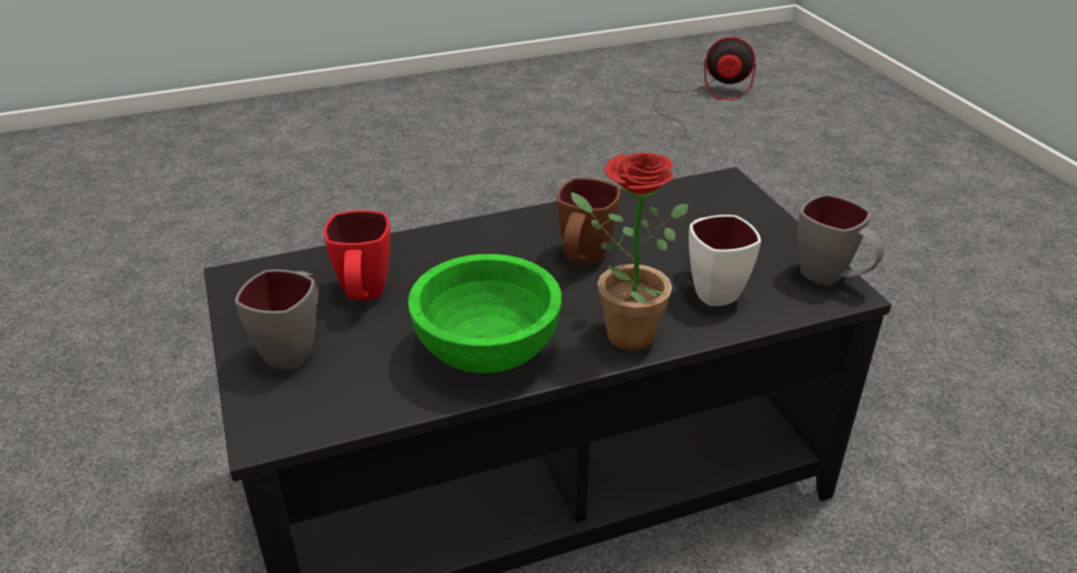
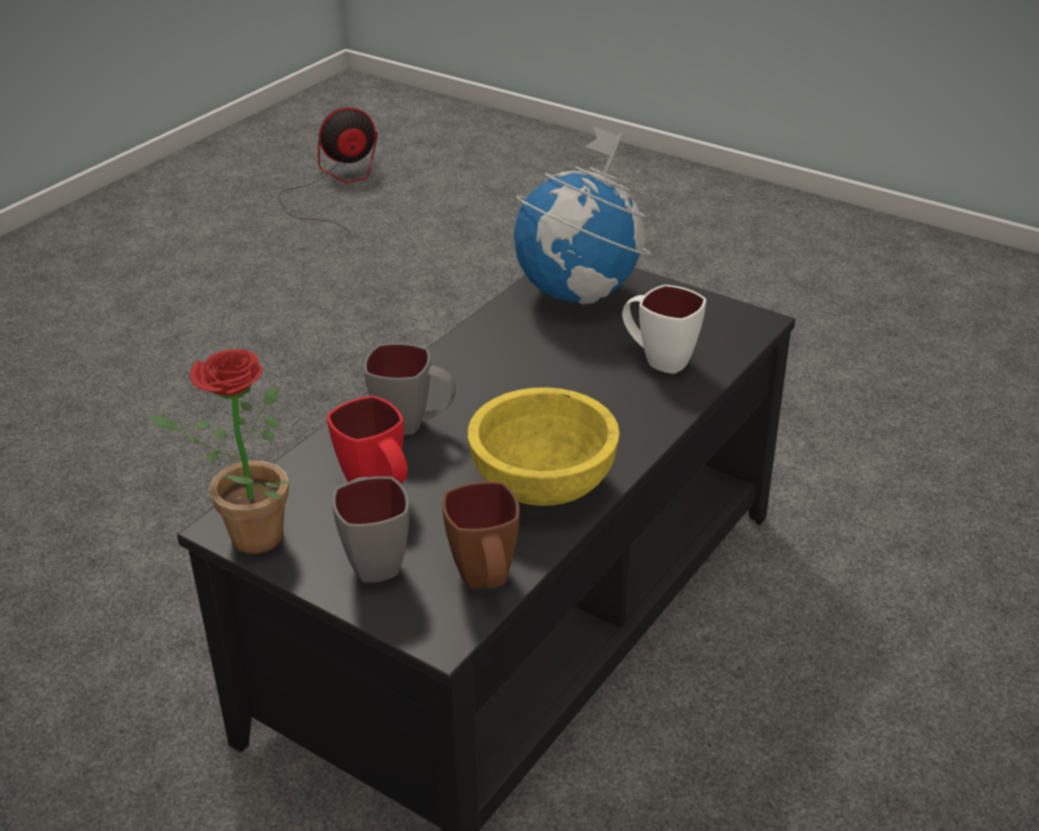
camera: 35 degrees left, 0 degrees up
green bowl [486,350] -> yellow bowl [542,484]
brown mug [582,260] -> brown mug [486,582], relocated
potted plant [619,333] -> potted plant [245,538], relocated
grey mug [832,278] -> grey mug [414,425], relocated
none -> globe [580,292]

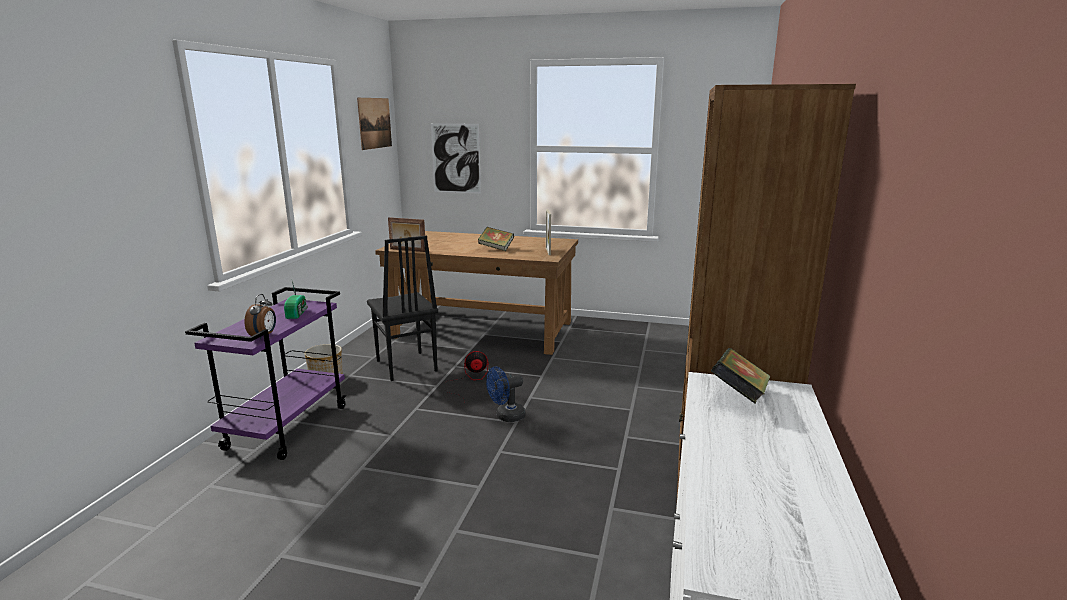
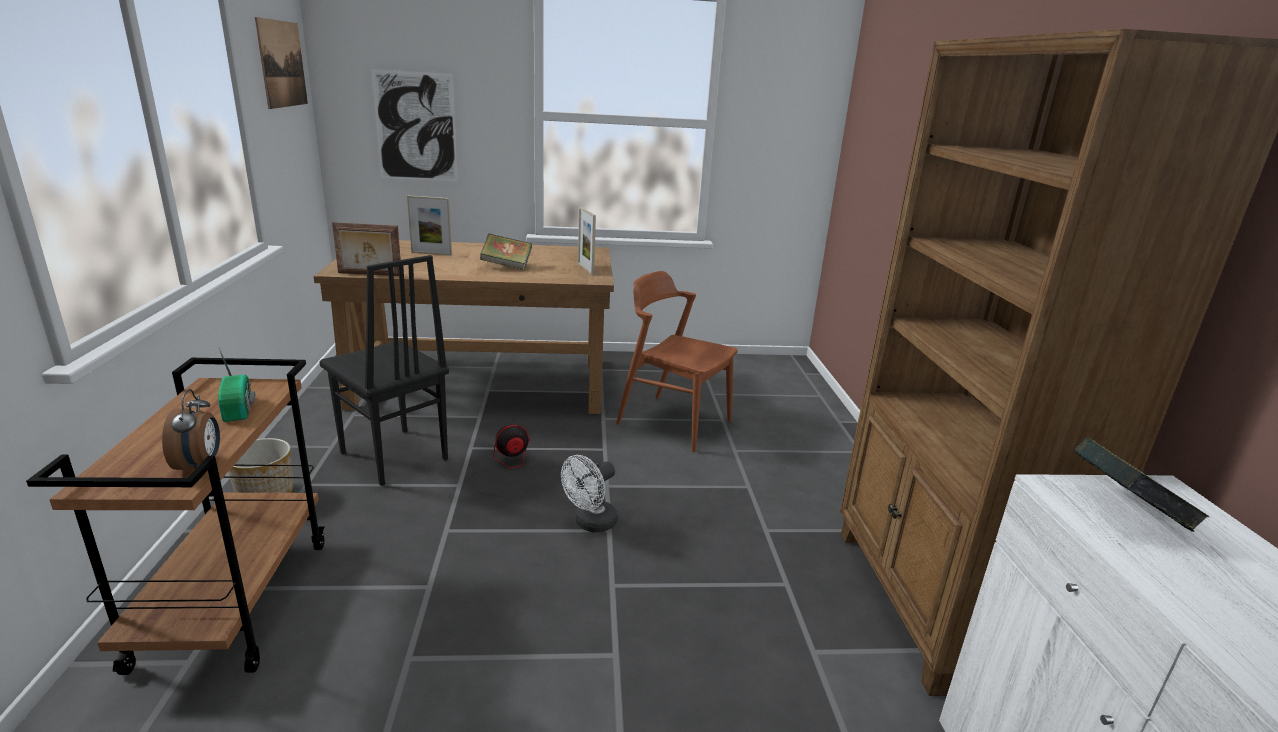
camera: 20 degrees left, 5 degrees up
purple cart [287,426] -> brown cart [234,601]
blue fan [506,417] -> white fan [590,524]
none -> picture frame [431,253]
none -> brown chair [673,422]

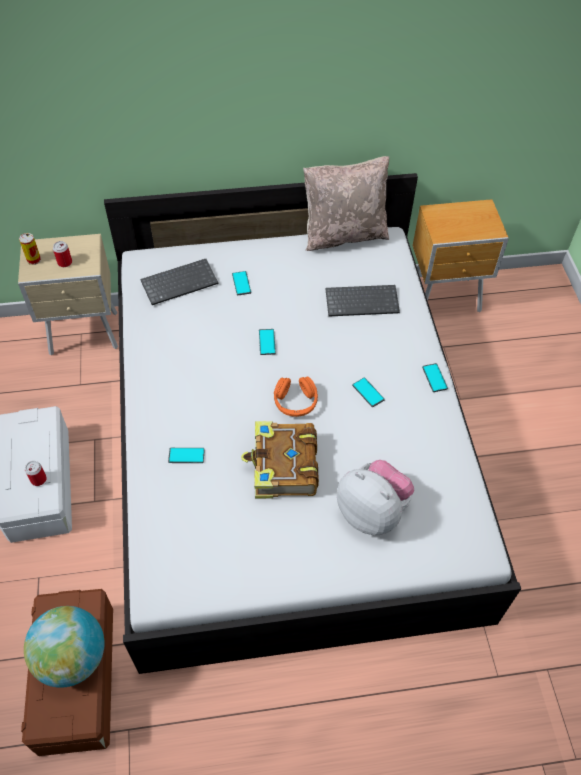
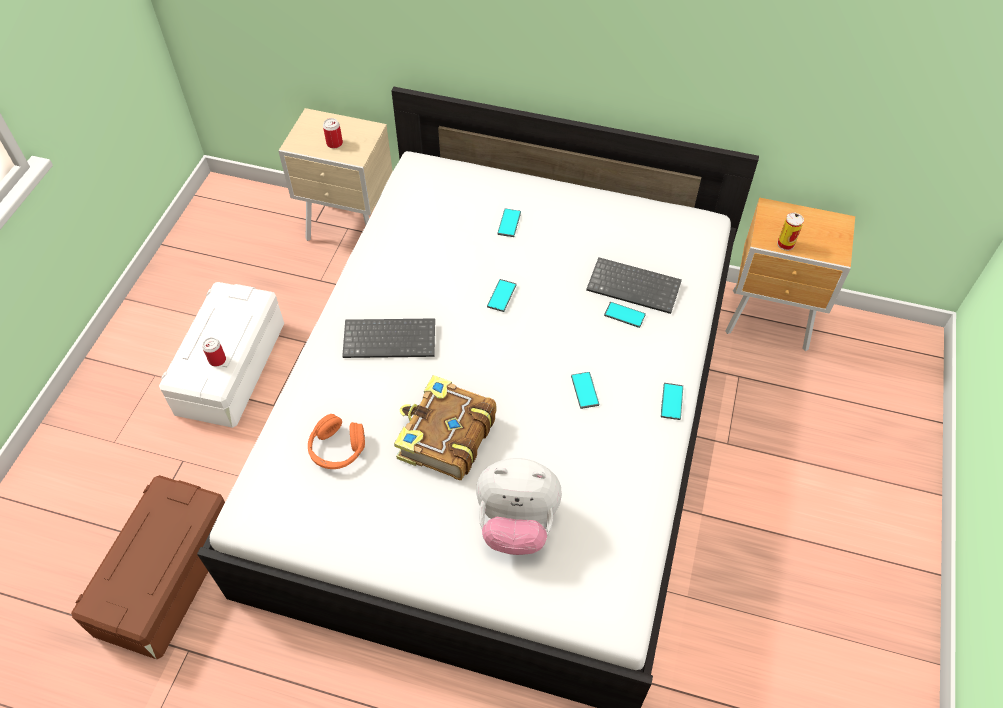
camera: 25 degrees right, 0 degrees up
can [34,259] -> can [785,244], relocated
globe [72,657] -> none
keyboard [180,282] -> keyboard [391,338], relocated
phone [186,456] -> phone [624,315], relocated
orange headphones [295,402] -> orange headphones [337,449], relocated
beige pillow [344,234] -> none
plush toy [372,511] -> plush toy [516,523], 120 degrees clockwise

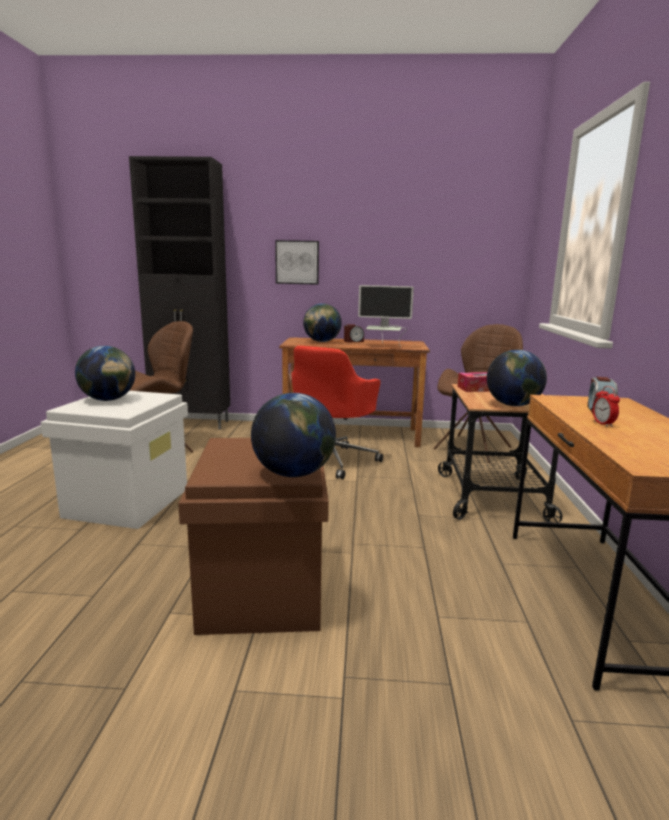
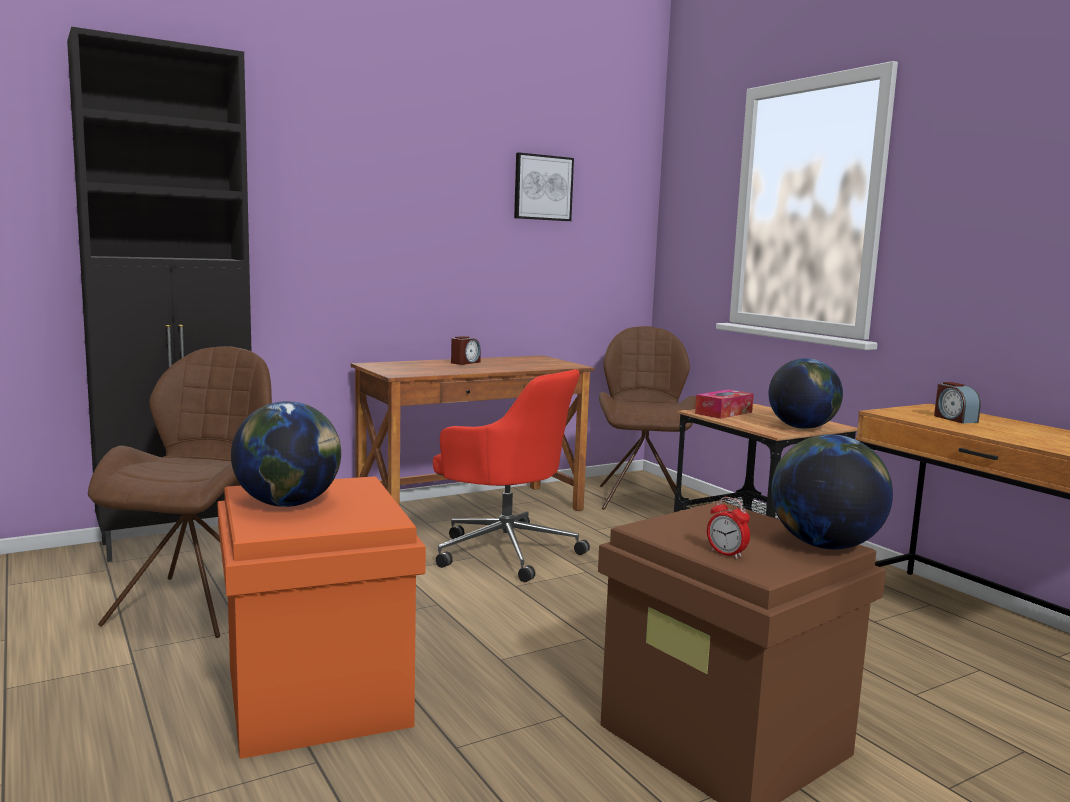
camera: 35 degrees left, 5 degrees down
white storage box [128,502] -> orange storage box [315,694]
picture [297,262] -> picture [542,187], relocated
red office chair [331,459] -> red office chair [505,551], 45 degrees counterclockwise
globe [322,341] -> none
monitor [383,346] -> none
alarm clock [603,424] -> alarm clock [726,554], relocated

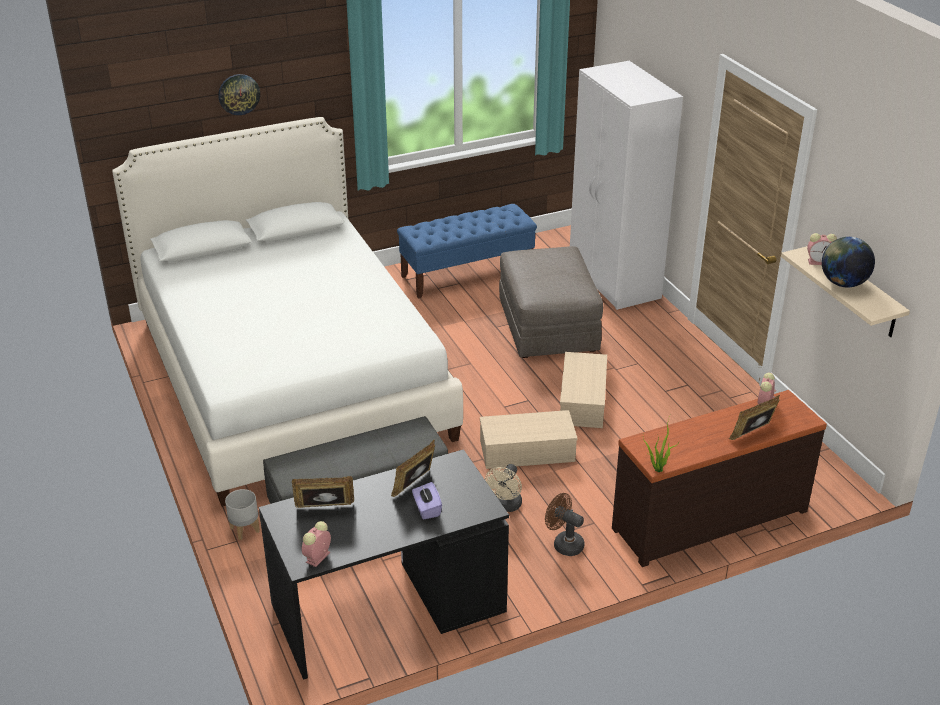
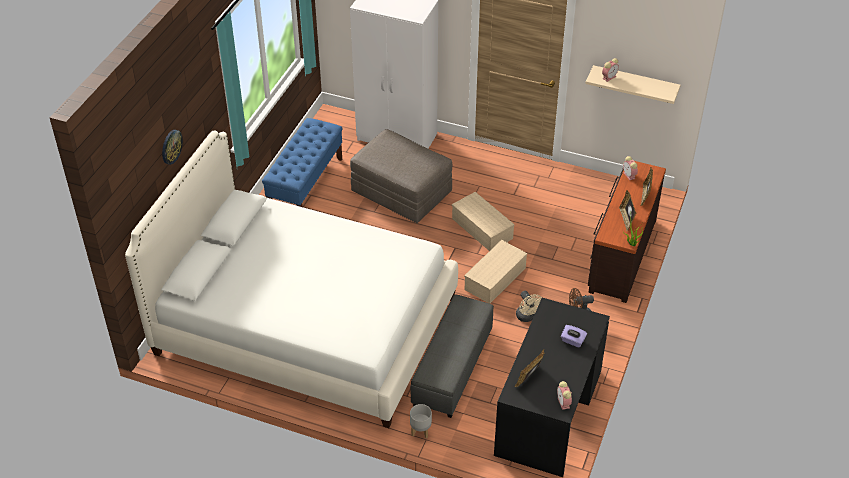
camera: 45 degrees left, 10 degrees up
picture frame [415,485] -> picture frame [626,219], relocated
globe [843,283] -> none

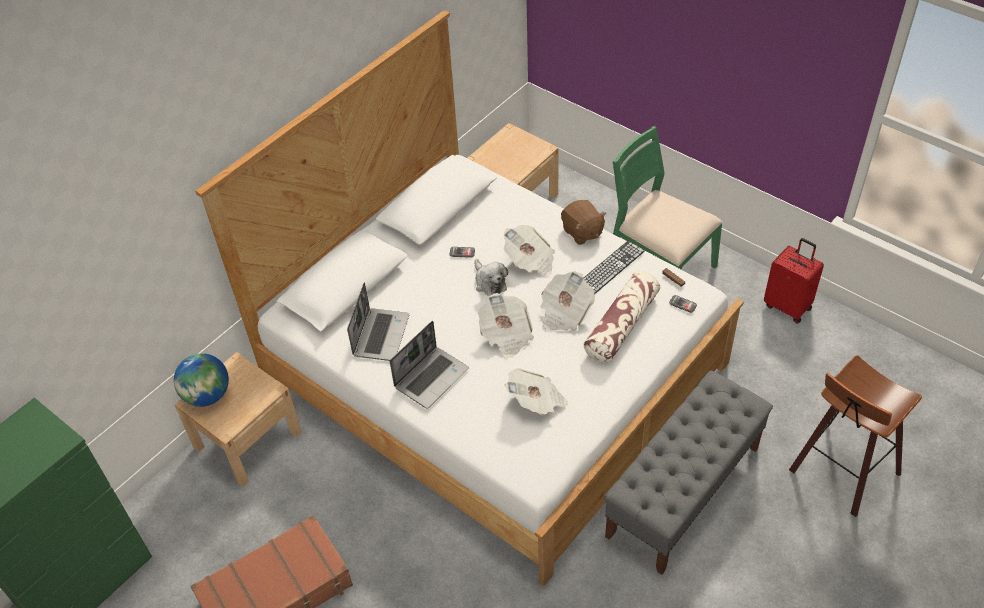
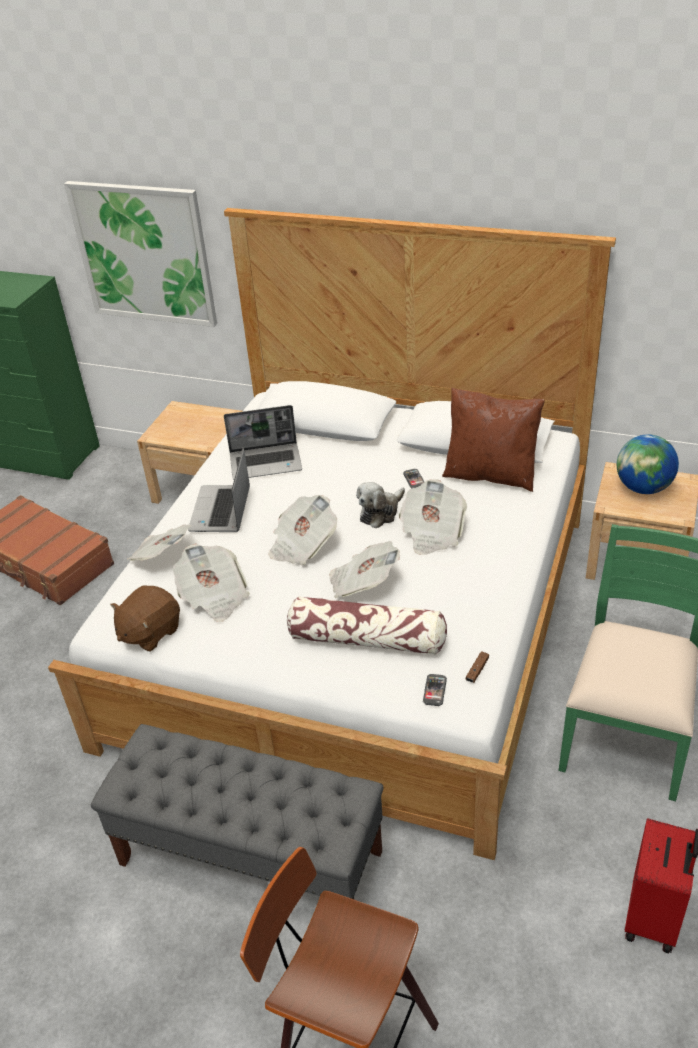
camera: 70 degrees right, 10 degrees down
globe [207,395] -> globe [643,488], relocated
laptop [431,377] -> laptop [221,511], 75 degrees clockwise
brown plush toy [582,232] -> brown plush toy [149,632], relocated
keyboard [610,267] -> none
none -> picture [144,254]
none -> newspaper [162,556]
none -> brown pillow [491,474]

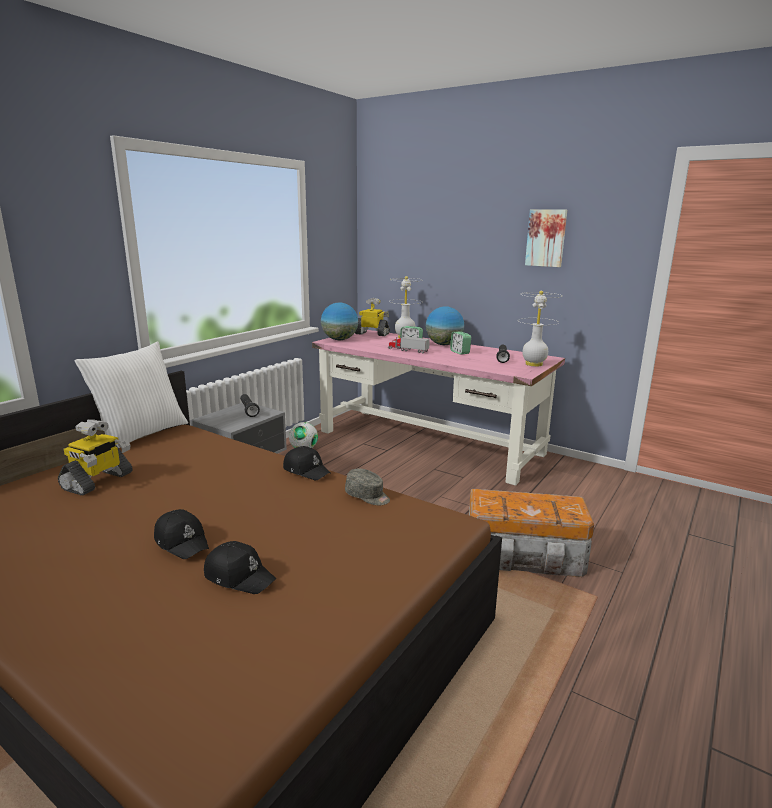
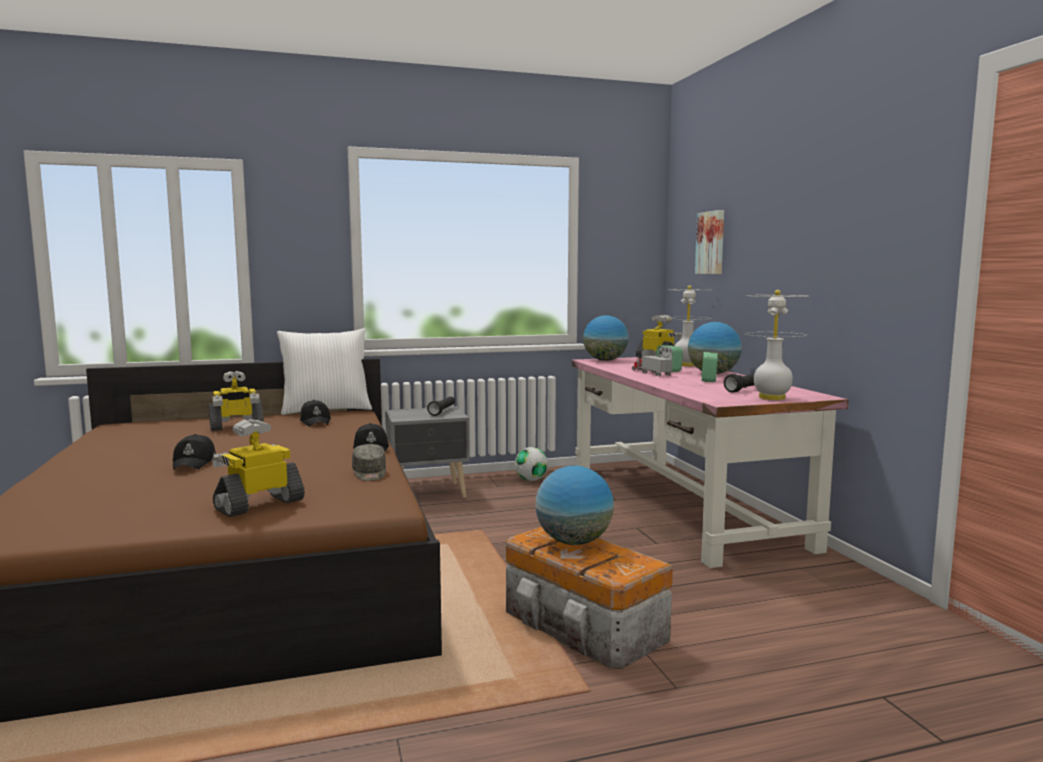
camera: 40 degrees right, 10 degrees down
black cap [239,576] -> black cap [315,422], relocated
picture [546,238] -> picture [711,243], relocated
none -> toy robot [259,504]
none -> globe [573,542]

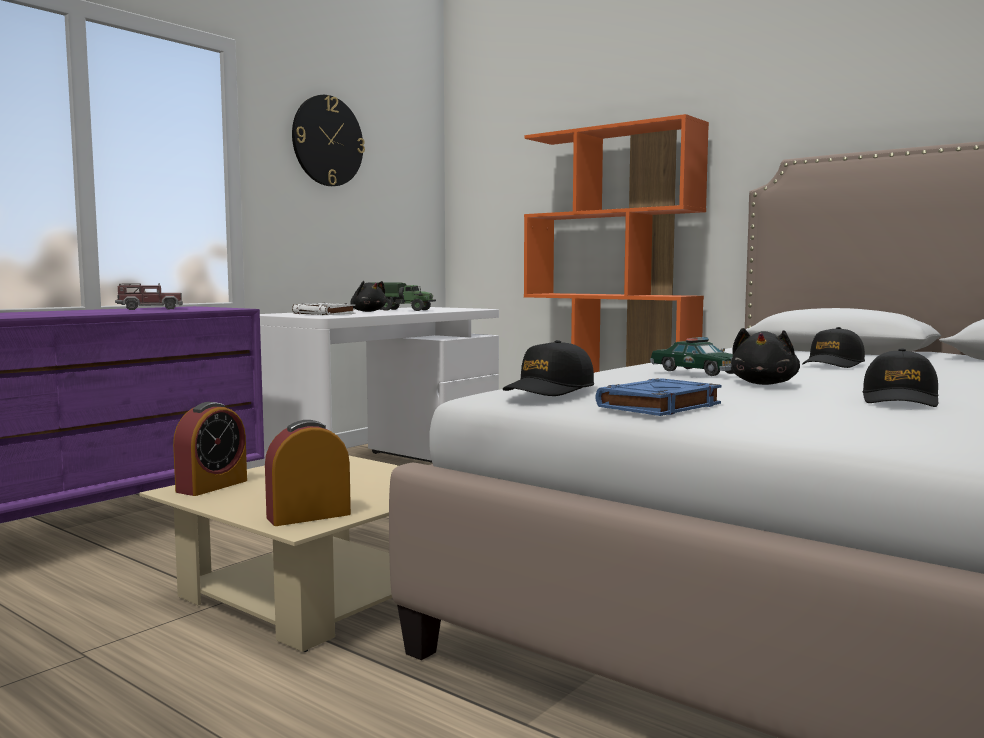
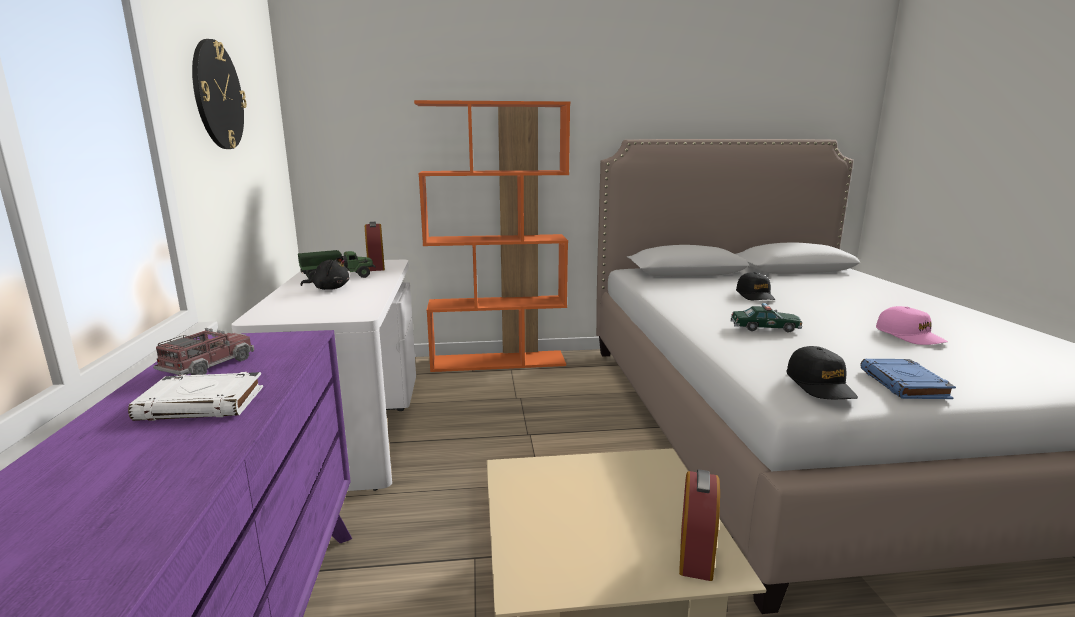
camera: 45 degrees left, 10 degrees up
alarm clock [212,486] -> alarm clock [376,267], relocated
white book [324,314] -> white book [203,404], relocated
black plush toy [764,384] -> none
black cap [900,400] -> pink cap [909,336]

